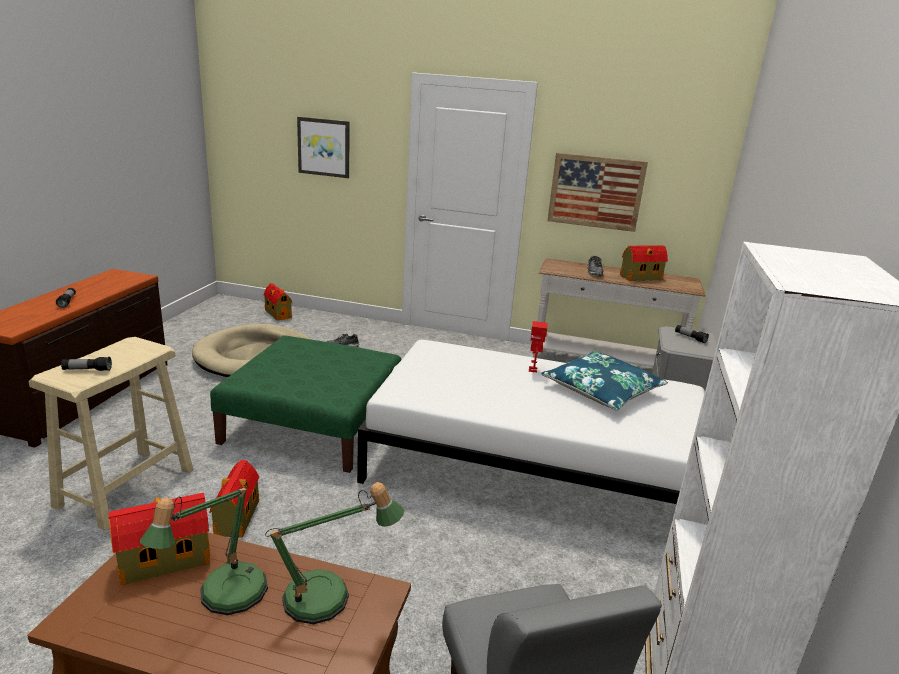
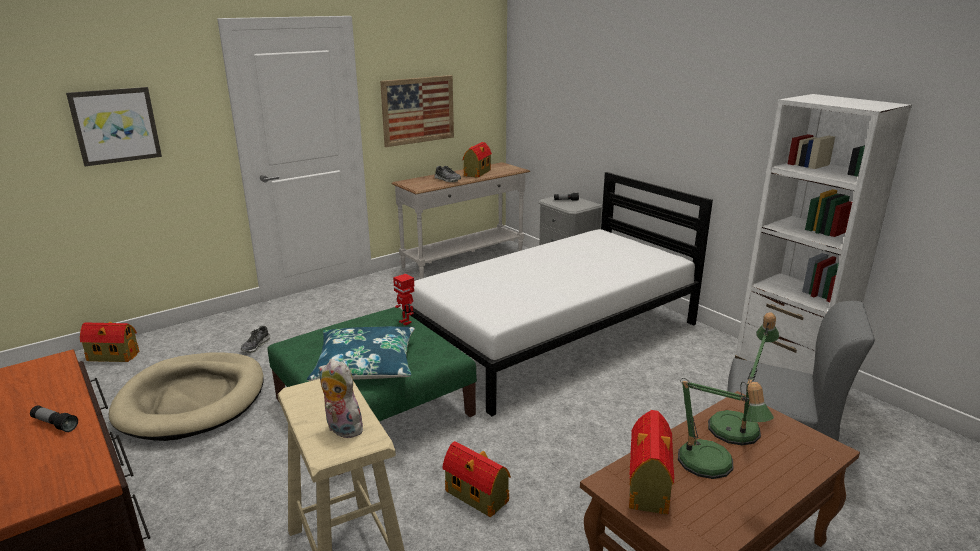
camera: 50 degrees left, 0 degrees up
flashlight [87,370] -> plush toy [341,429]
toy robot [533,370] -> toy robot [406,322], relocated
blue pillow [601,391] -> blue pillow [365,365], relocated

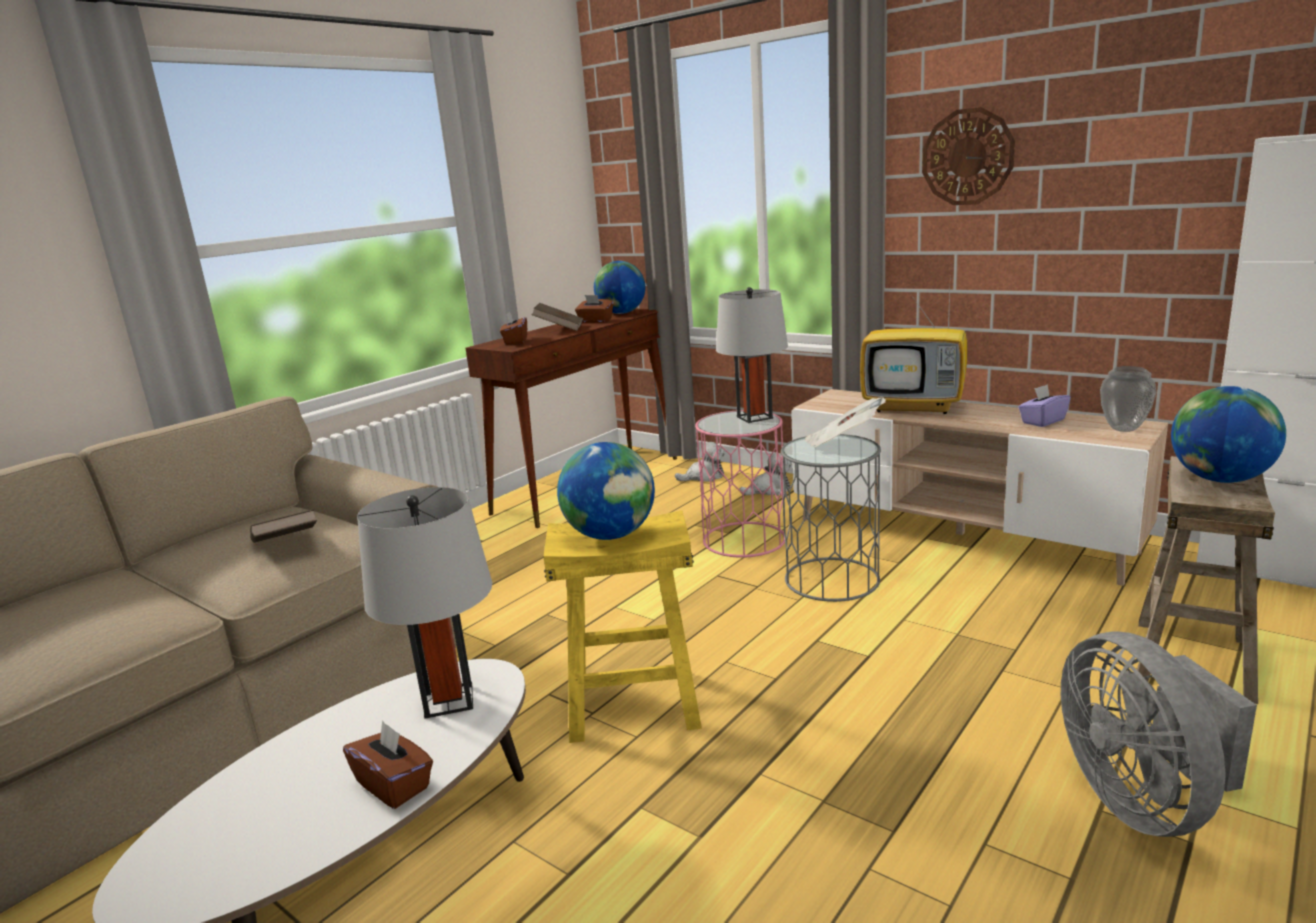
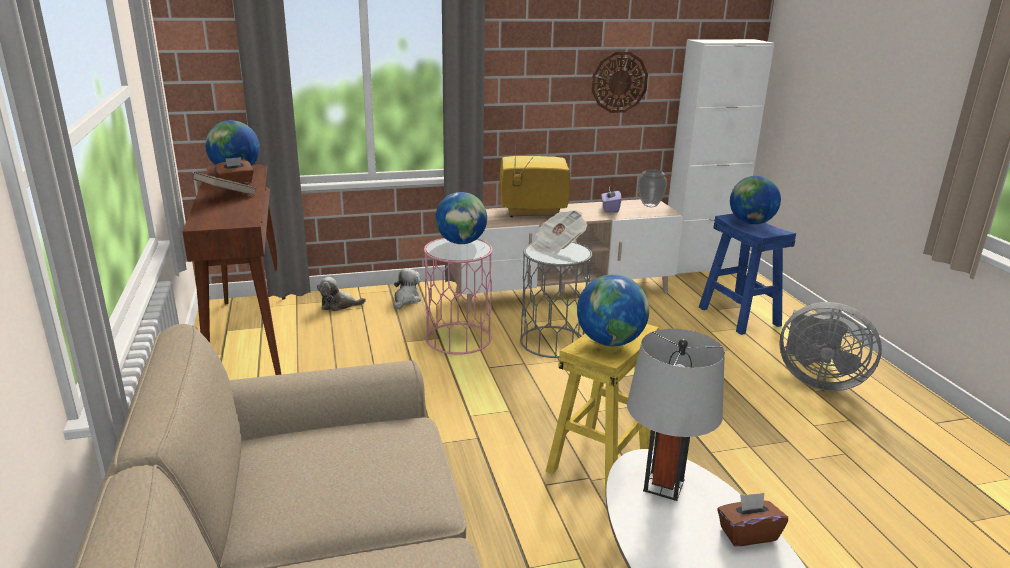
camera: 55 degrees left, 5 degrees up
brown book [286,545] -> none
brown tissue box [515,341] -> none
plush toy [704,477] -> plush toy [339,305], 120 degrees counterclockwise
grey table lamp [754,417] -> globe [461,242]
television [915,407] -> television [531,213], 150 degrees counterclockwise
wall clock [967,157] -> wall clock [619,82], relocated
beige stool [1191,657] -> blue stool [738,316]

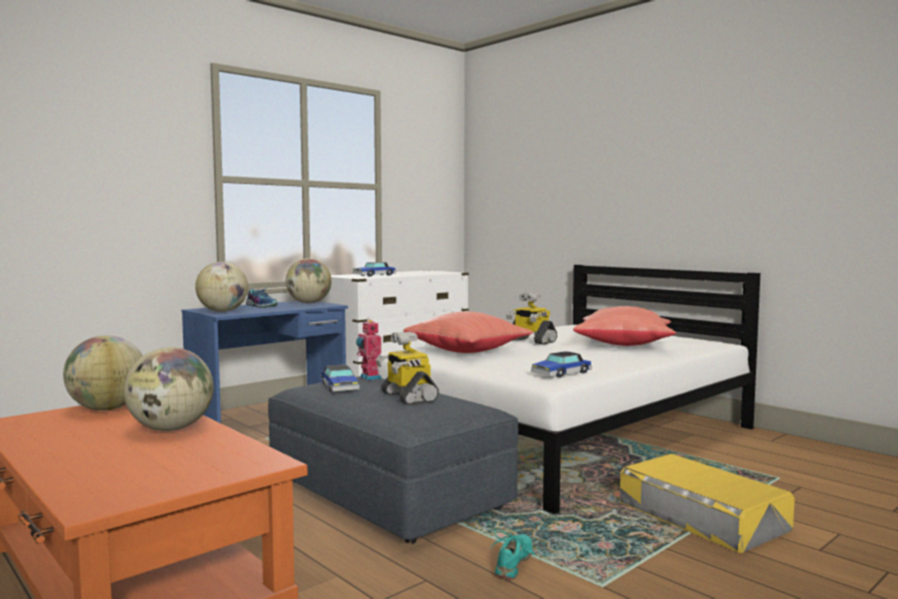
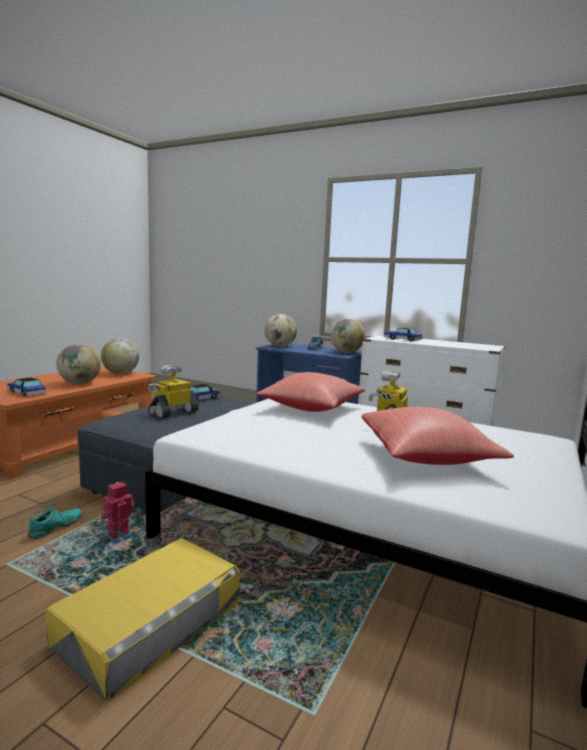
camera: 70 degrees right, 5 degrees up
toy robot [369,378] -> toy robot [118,537], relocated
turquoise shoe [514,563] -> turquoise shoe [56,528], 60 degrees counterclockwise
toy car [561,373] -> toy car [27,392], relocated

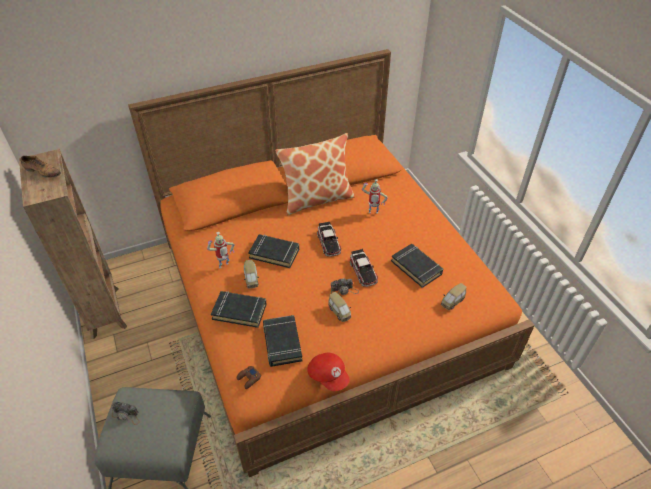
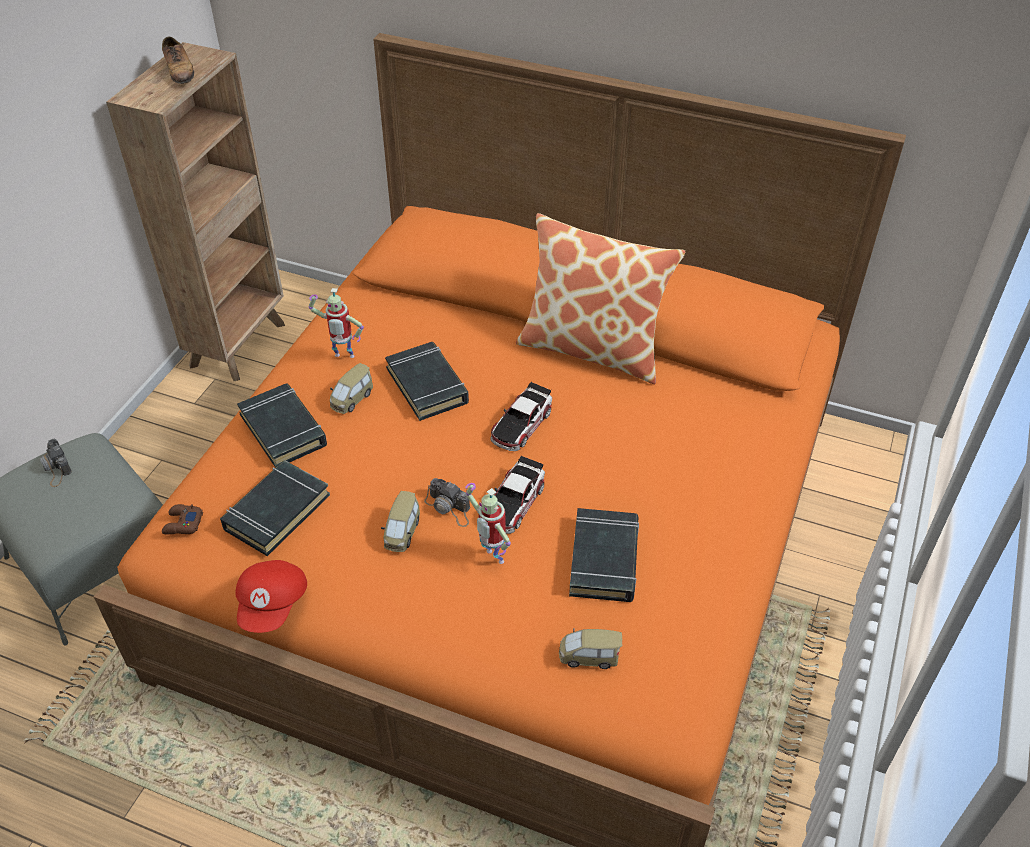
camera: 45 degrees right, 0 degrees up
toy robot [373,213] -> toy robot [492,558], relocated

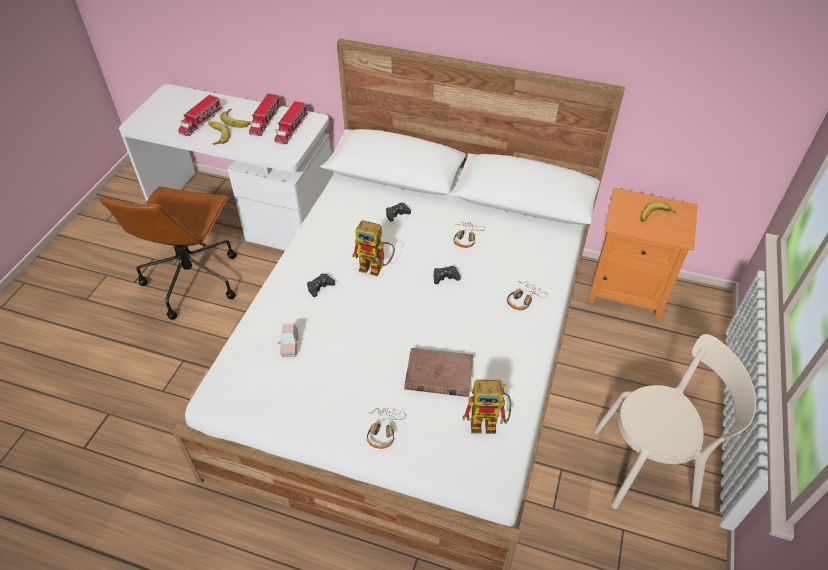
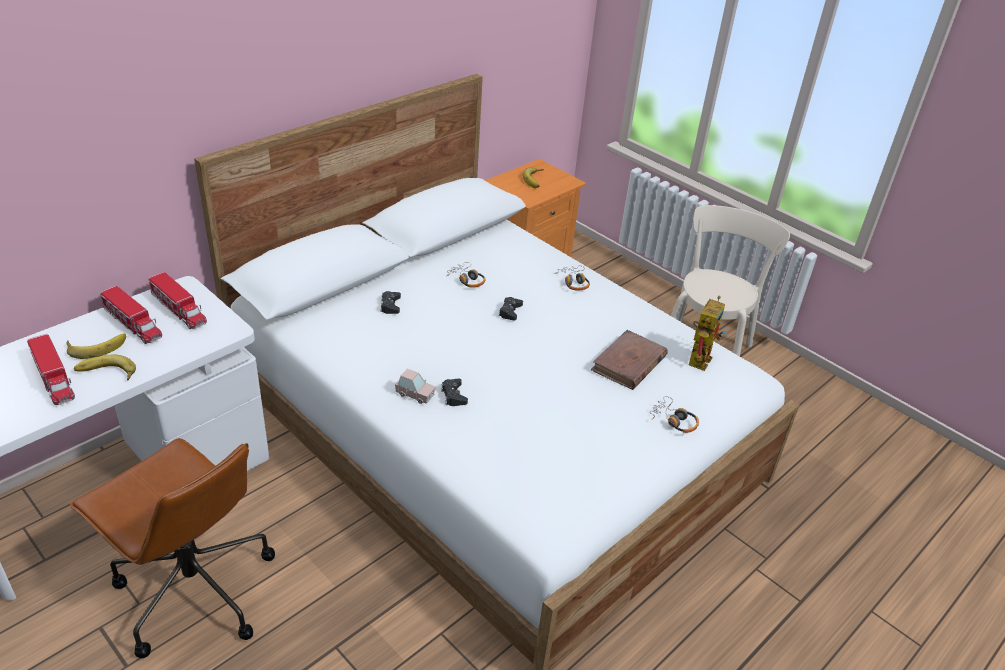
camera: 65 degrees left, 10 degrees down
pink toy car [290,345] -> pink toy car [415,394], relocated
toy robot [376,268] -> none

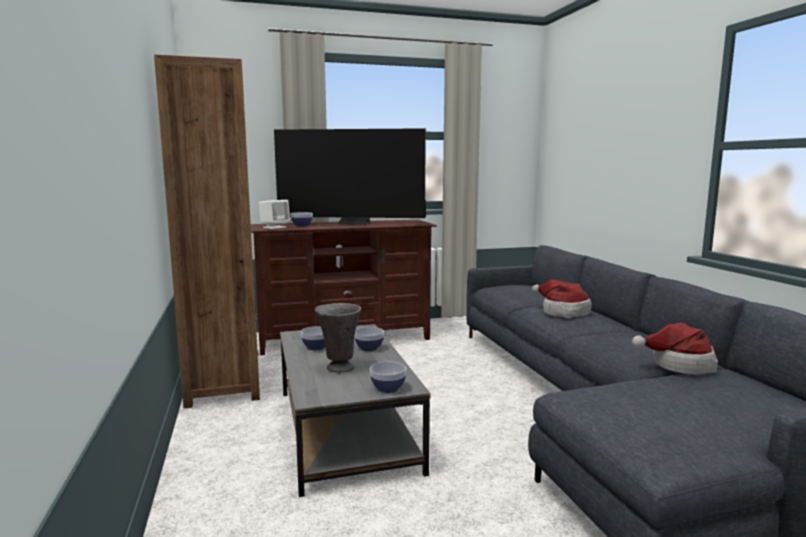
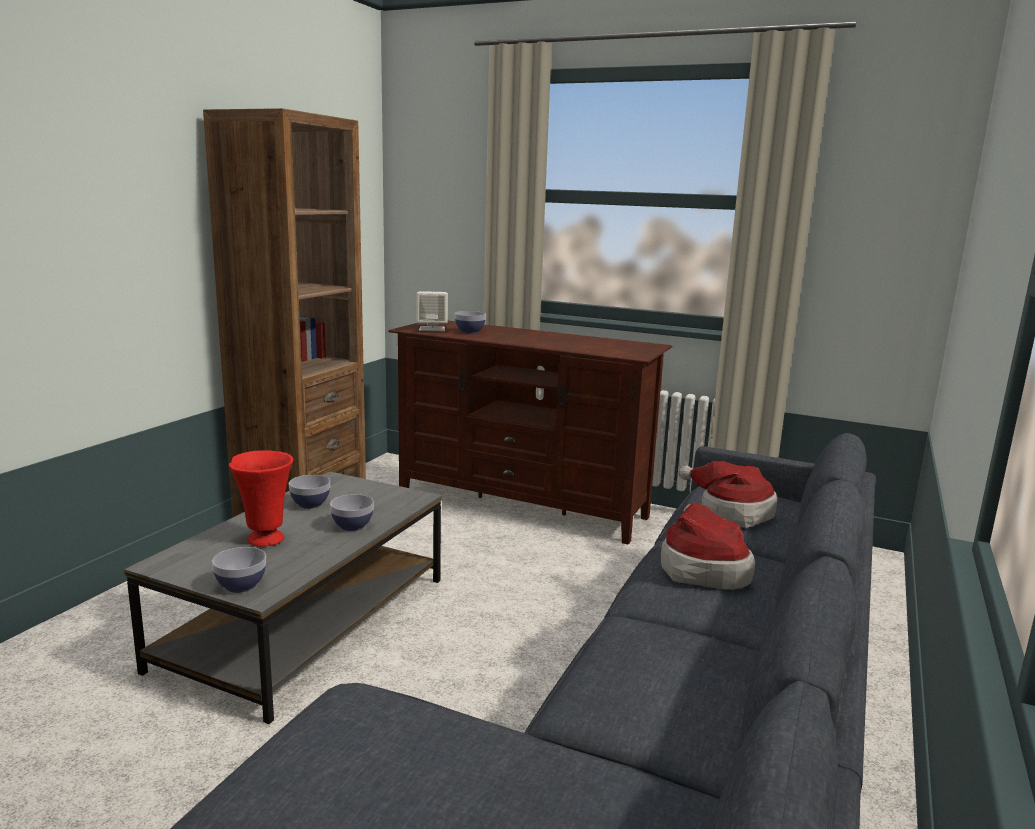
camera: 40 degrees right, 5 degrees up
television [353,223] -> none
grey vase [339,368] -> red vase [265,539]
hat [678,364] -> hat [730,513], relocated

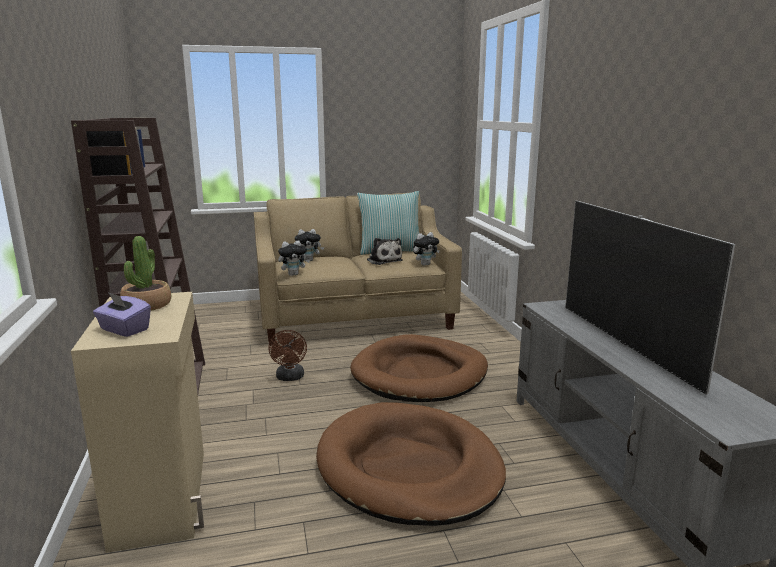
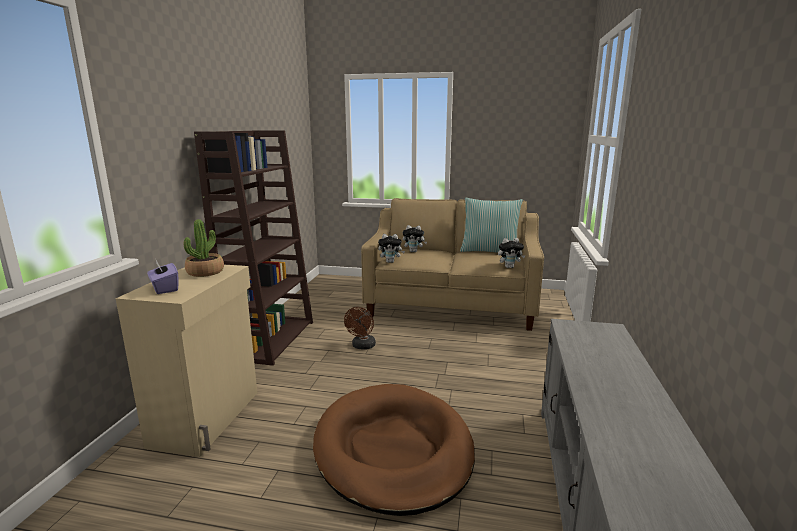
camera: 25 degrees right, 0 degrees up
brown dog bed [420,374] -> none
plush toy [383,260] -> none
television [625,344] -> none

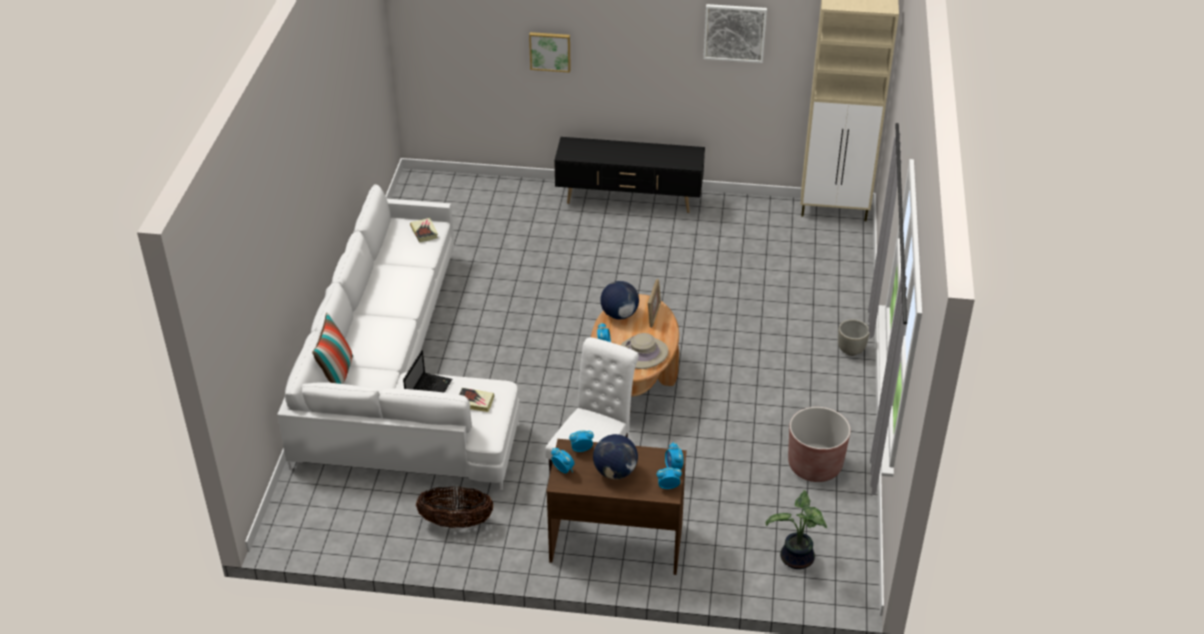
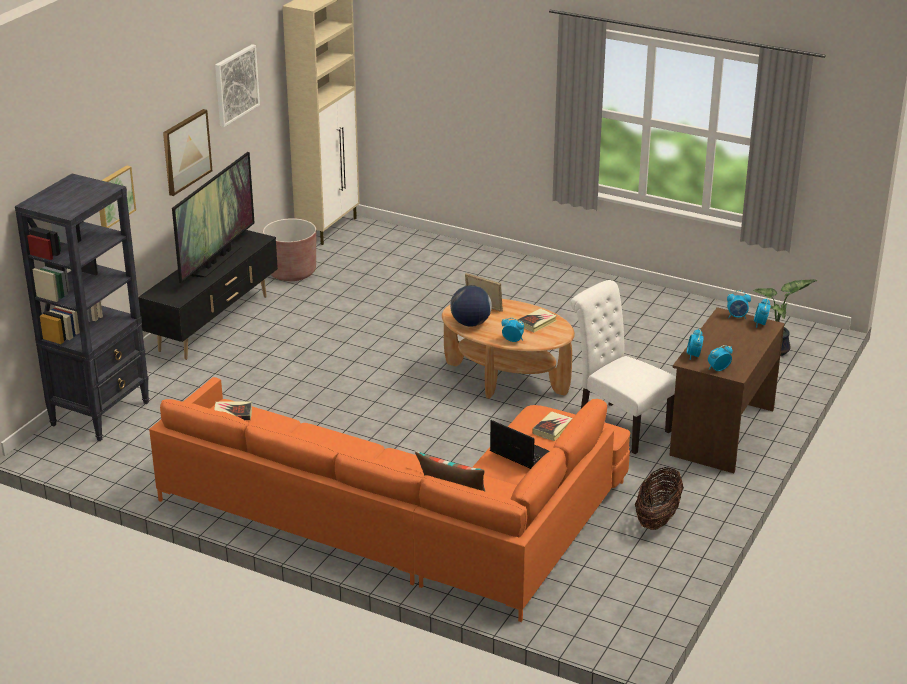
camera: 70 degrees left, 10 degrees down
white sofa [397,378] -> orange sofa [409,521]
globe [615,472] -> none
beige hat [643,353] -> book [537,323]
brown planter [814,465] -> brown planter [292,272], relocated
grey planter [851,350] -> none
none -> black bookcase [101,413]
none -> picture [186,151]
none -> television [217,260]

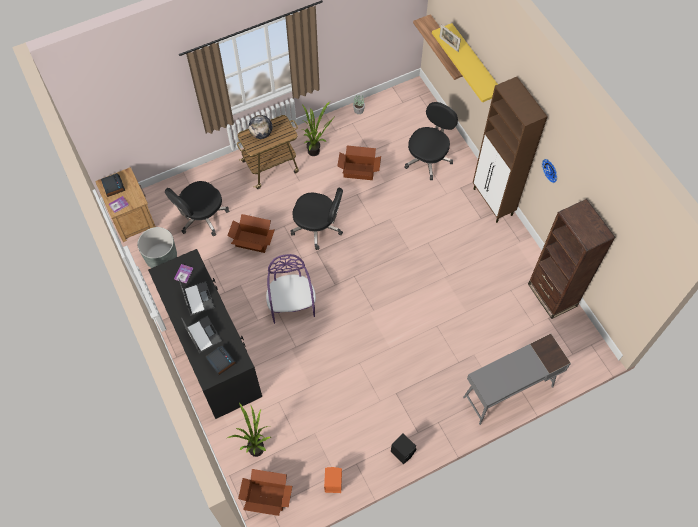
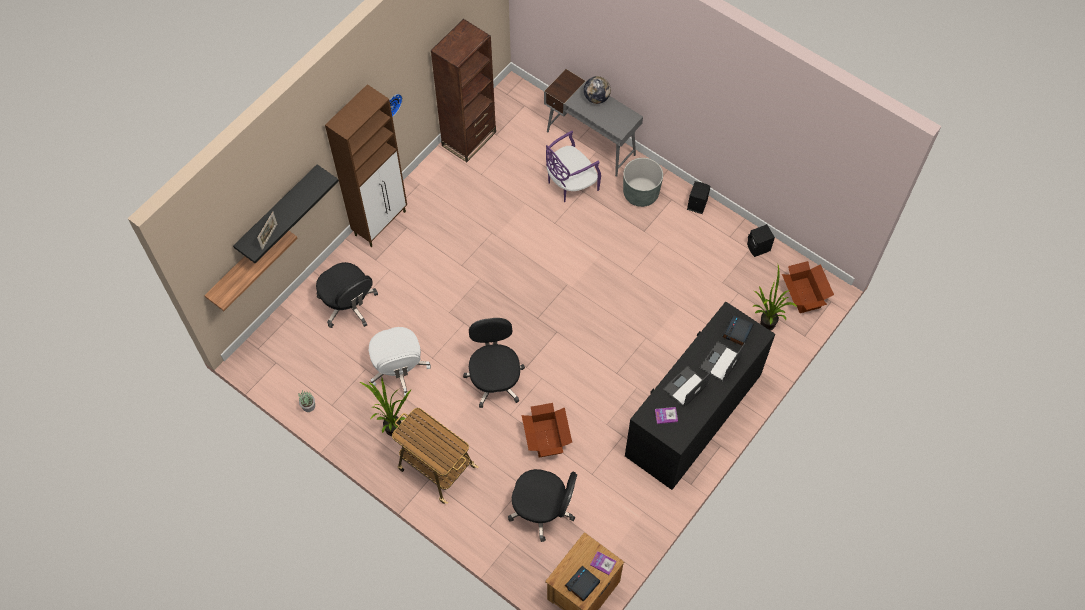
camera: 115 degrees left, 0 degrees up
grey planter [161,257] -> grey planter [641,193], relocated
globe [261,134] -> globe [596,98], relocated
purple chair [292,304] -> purple chair [570,184], relocated
orange speaker [332,483] -> black speaker [758,248]
cardboard box [358,171] -> white office chair [399,369]
black office chair [428,158] -> black office chair [349,305], 135 degrees counterclockwise
yellow shelf [475,63] -> black shelf [277,210]

